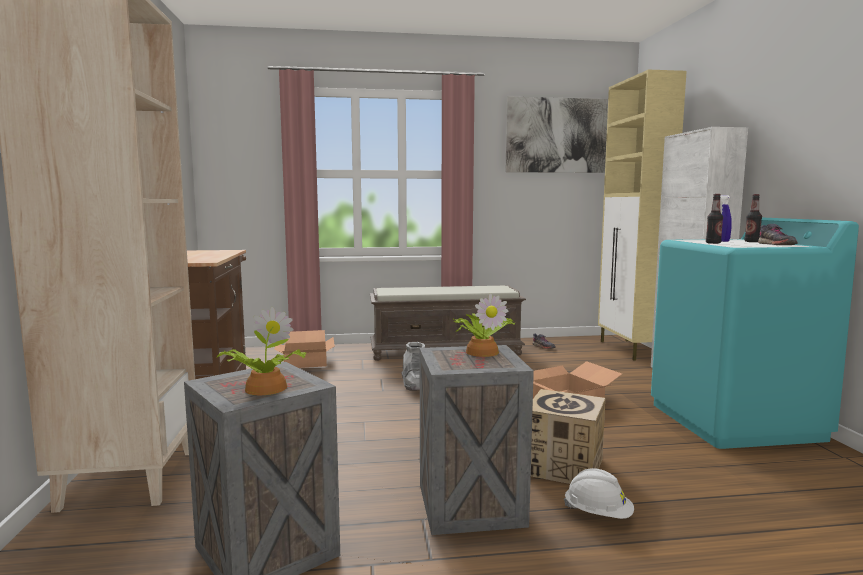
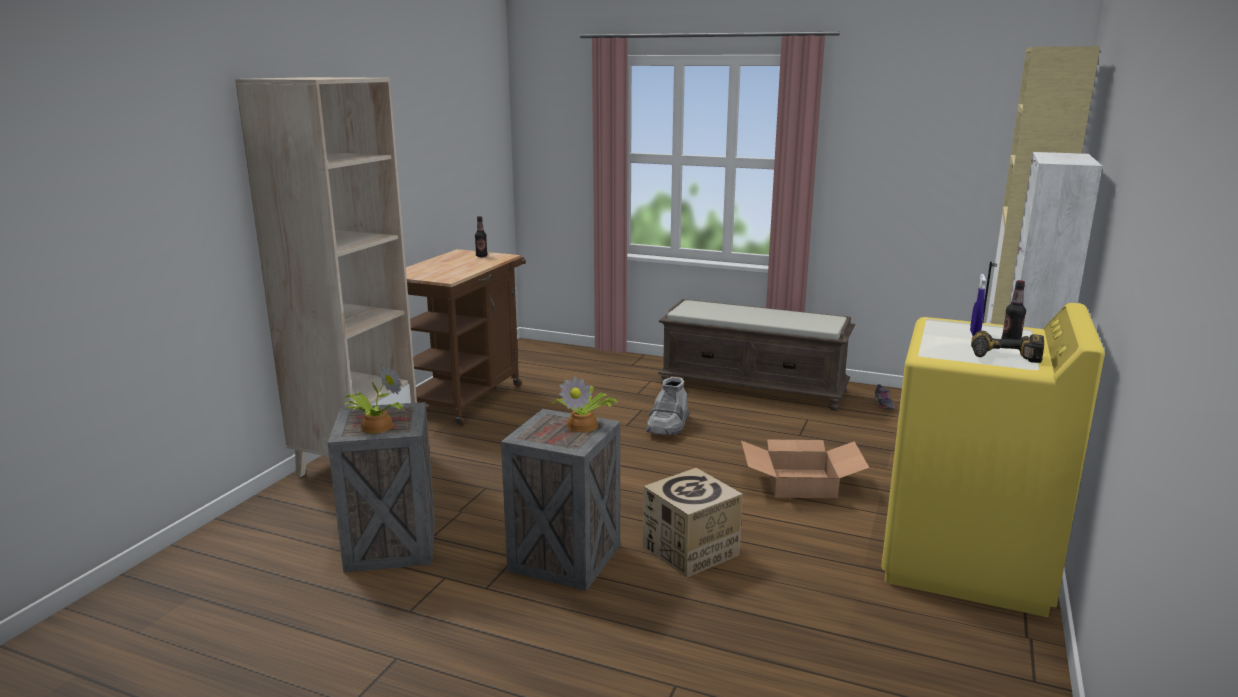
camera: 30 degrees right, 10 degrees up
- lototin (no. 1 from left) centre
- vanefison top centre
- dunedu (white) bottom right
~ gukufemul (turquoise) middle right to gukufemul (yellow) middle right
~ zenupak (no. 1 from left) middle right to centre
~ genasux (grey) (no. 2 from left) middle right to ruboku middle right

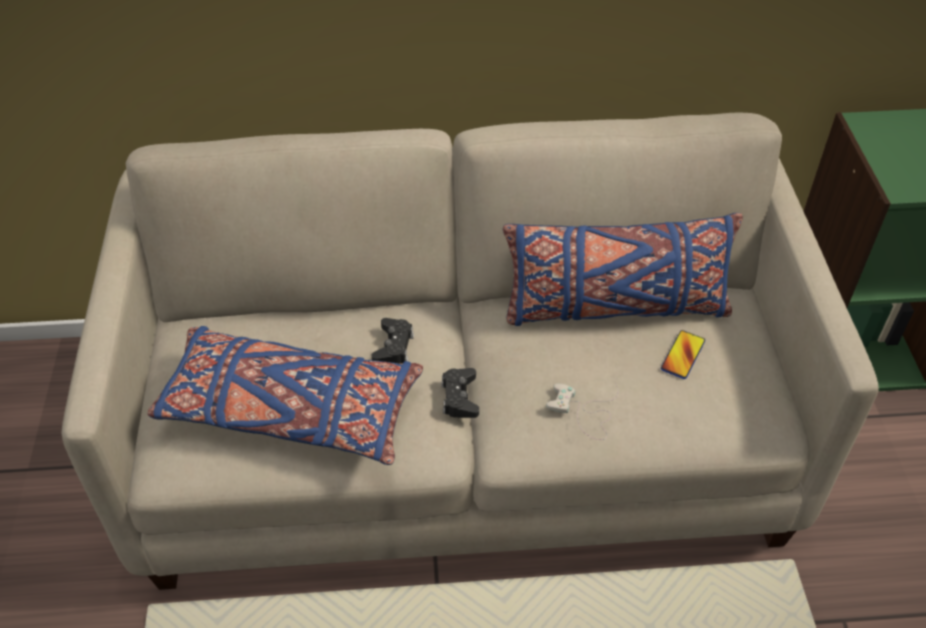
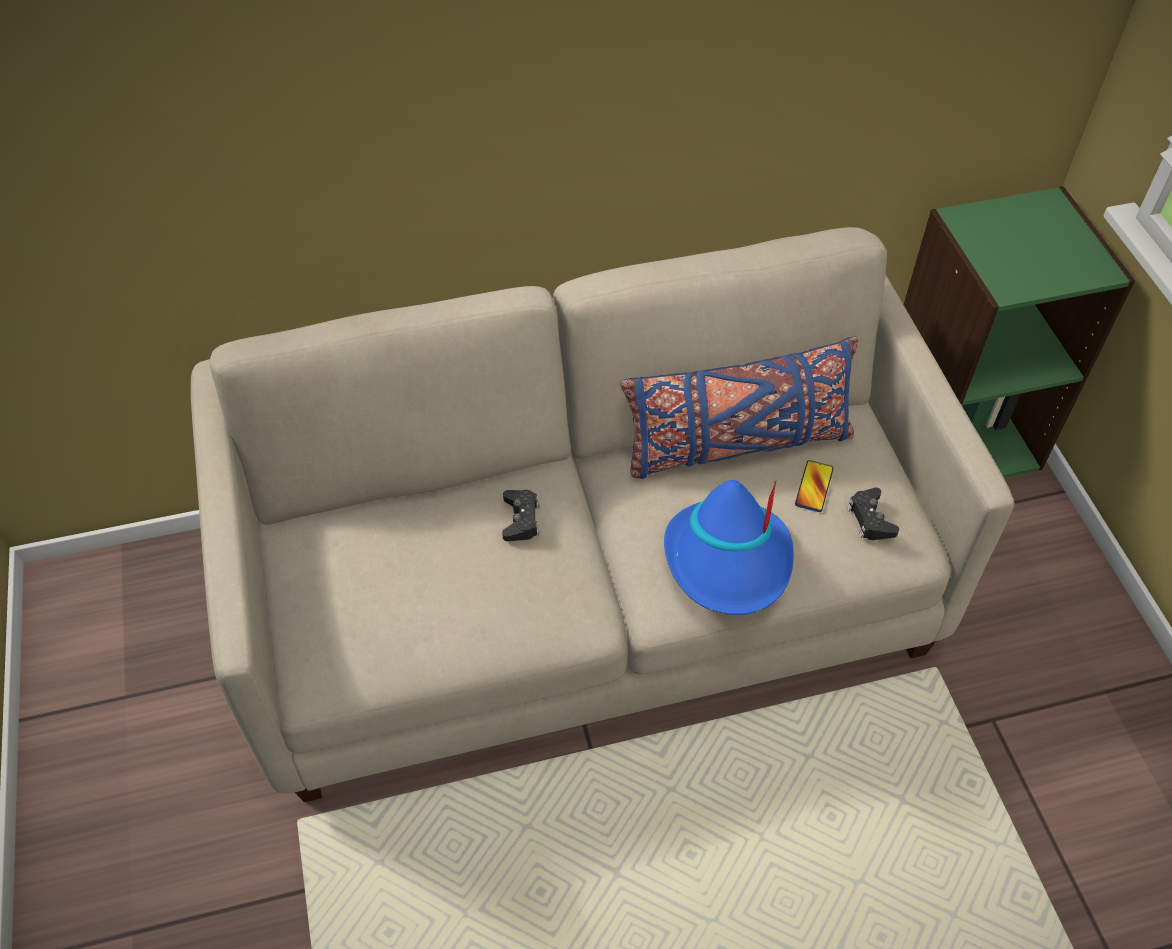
camera: 10 degrees left, 5 degrees up
- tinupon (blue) (no. 1 from left) middle left
~ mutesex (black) (no. 2 from left) centre to middle right
~ mutesex (white) centre to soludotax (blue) centre

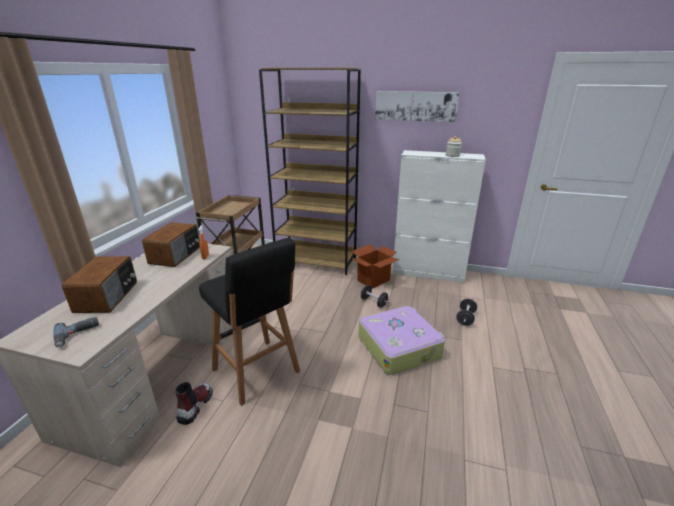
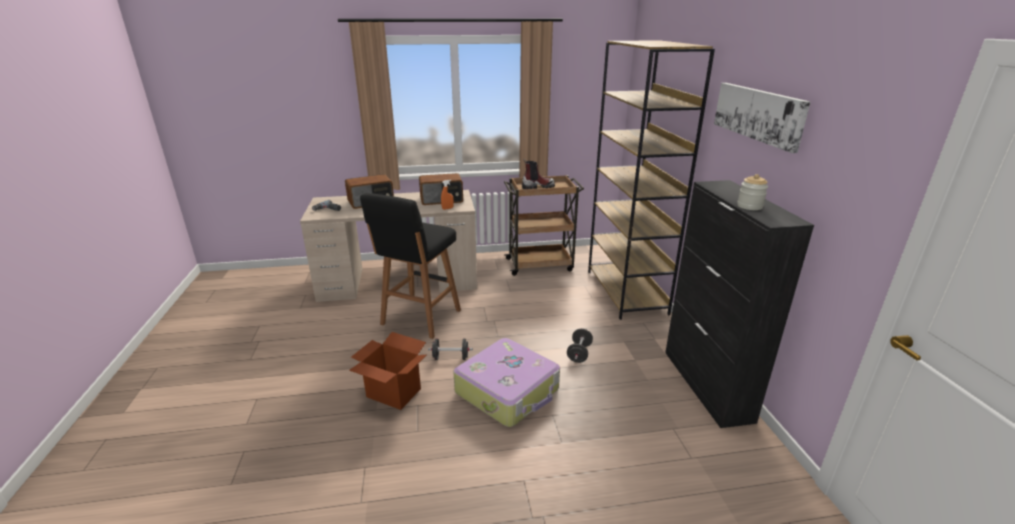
camera: 65 degrees right, 0 degrees up
~ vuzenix bottom left to top centre
~ lototin centre to bottom centre
~ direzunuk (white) centre to direzunuk (black) middle right
~ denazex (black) (no. 2 from left in the first image) middle right to denazex (black) (no. 1 from left) centre

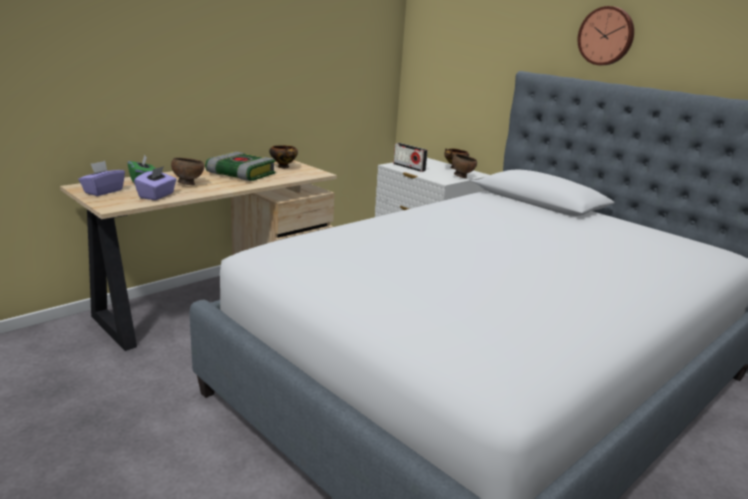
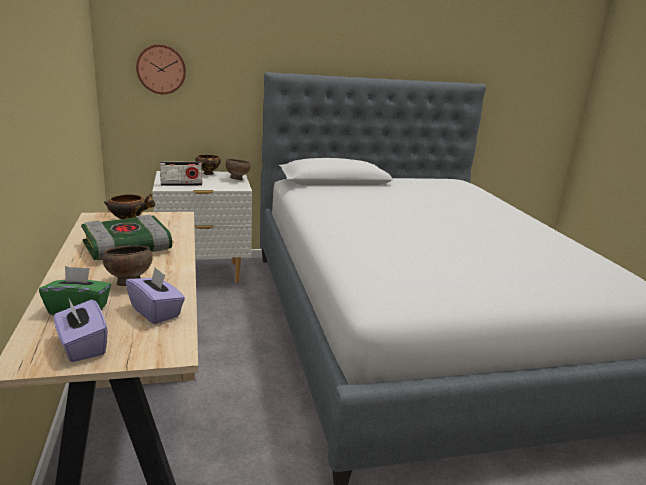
camera: 60 degrees left, 0 degrees up
~ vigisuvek top right to top left

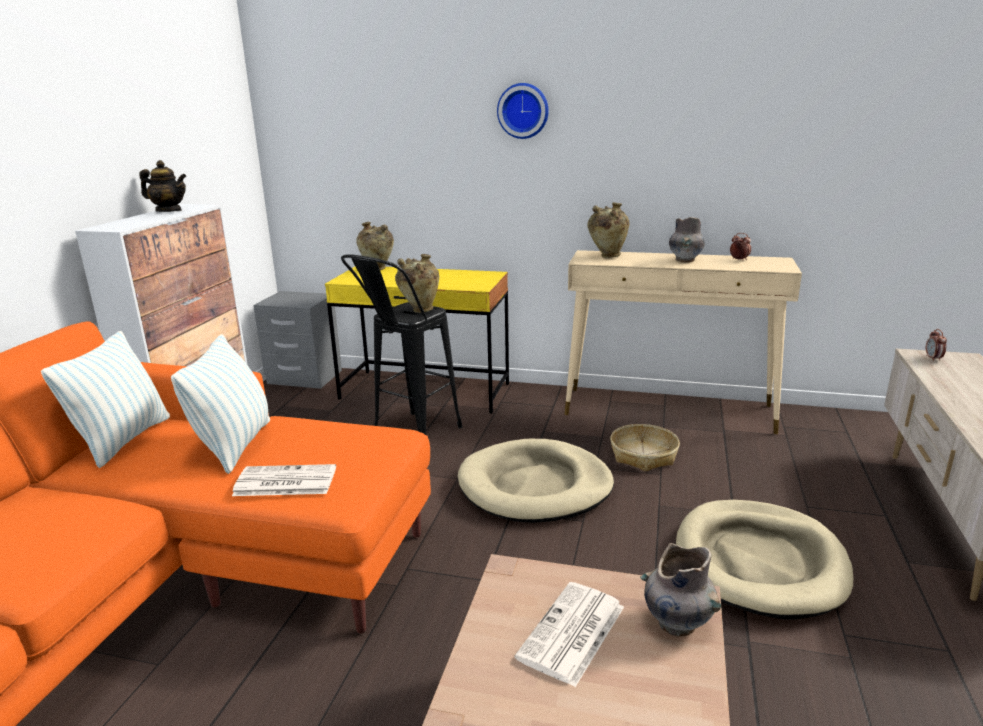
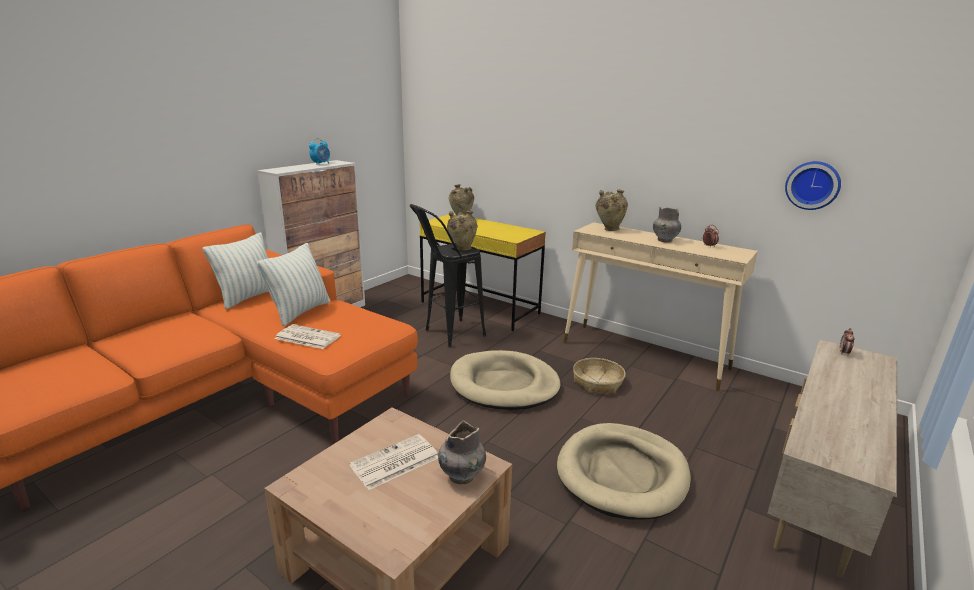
camera: 20 degrees right, 0 degrees up
~ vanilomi top left to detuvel (no. 1 from left) top left
- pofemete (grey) middle left
~ vigisuvek top centre to top right

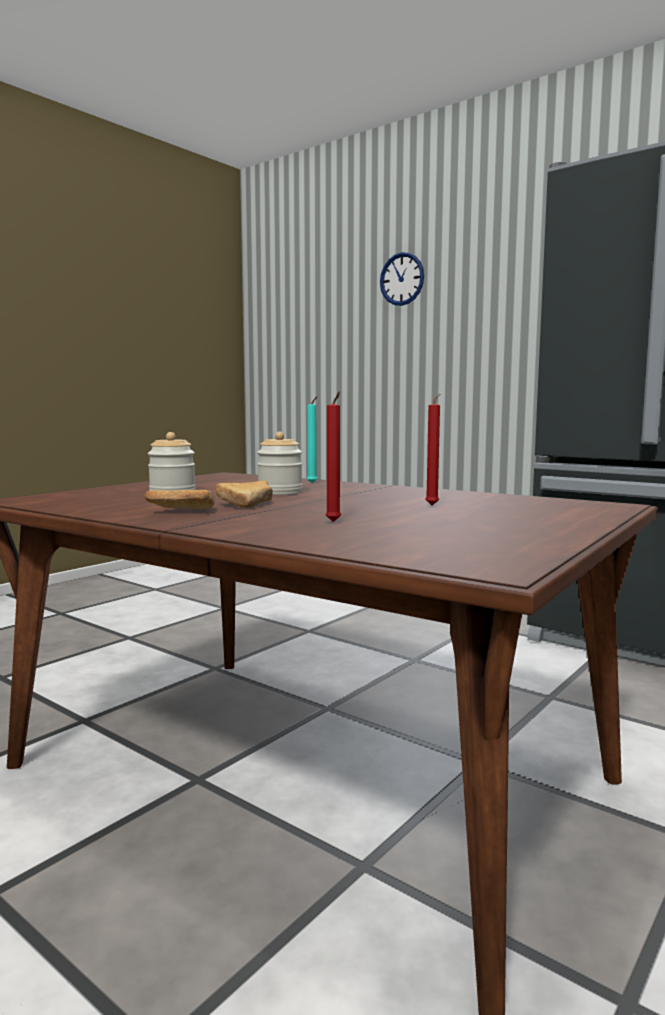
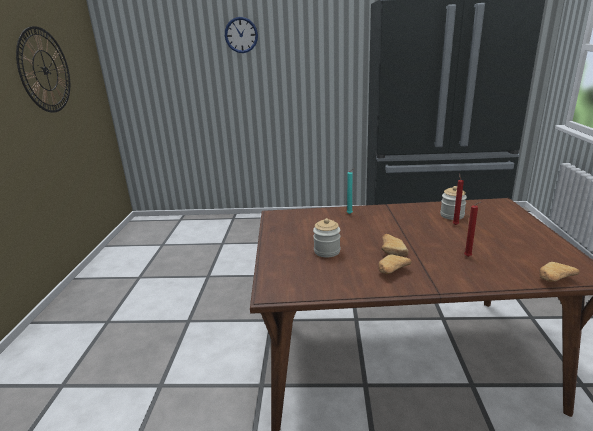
camera: 35 degrees left, 15 degrees up
~ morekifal (no. 2 from left) centre to middle right
+ vigisuvek (no. 1 from left) top left
+ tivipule (no. 3 from left) middle right

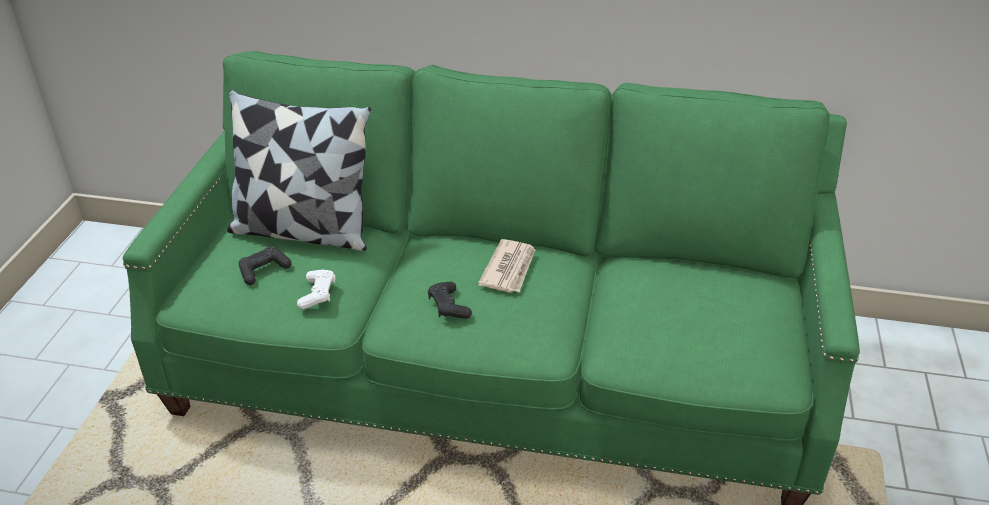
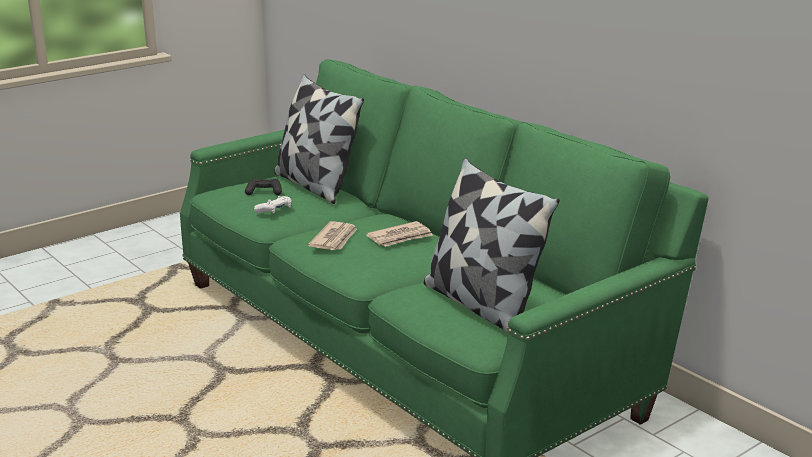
camera: 40 degrees right, 15 degrees down
~ mutesex (black) (no. 2 from left) centre to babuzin (no. 1 from left) centre
+ tinupon (no. 2 from left) centre

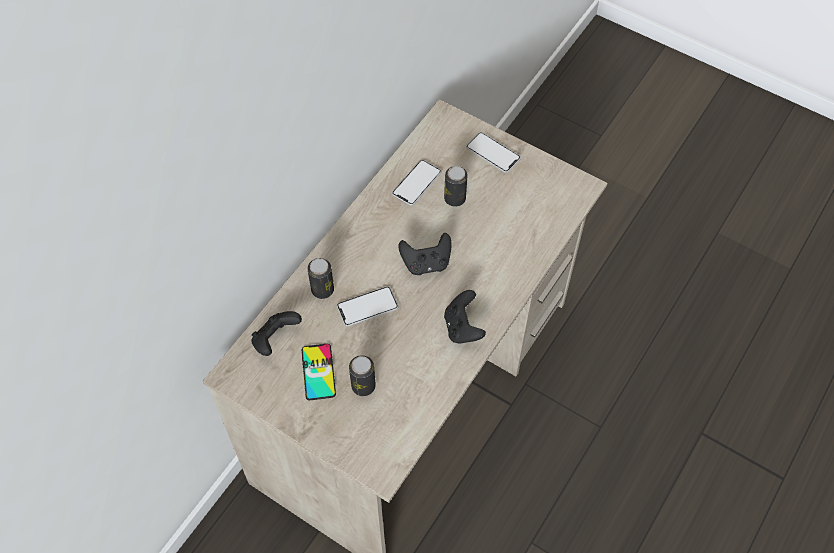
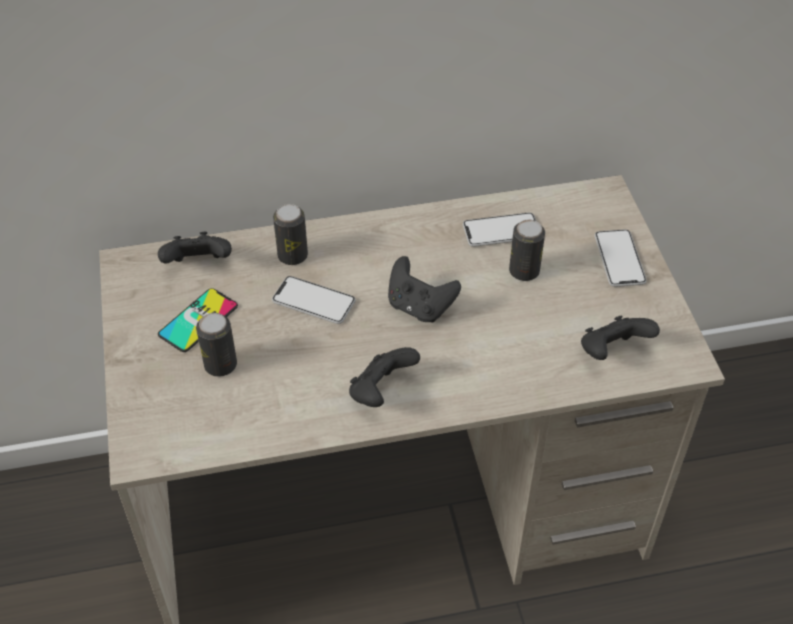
camera: 45 degrees right, 10 degrees down
+ mutesex (black) (no. 4 from left) middle right

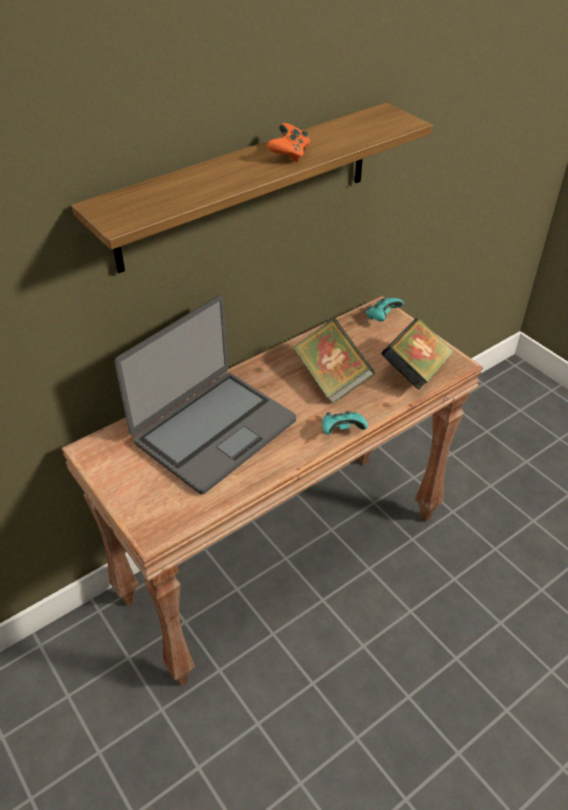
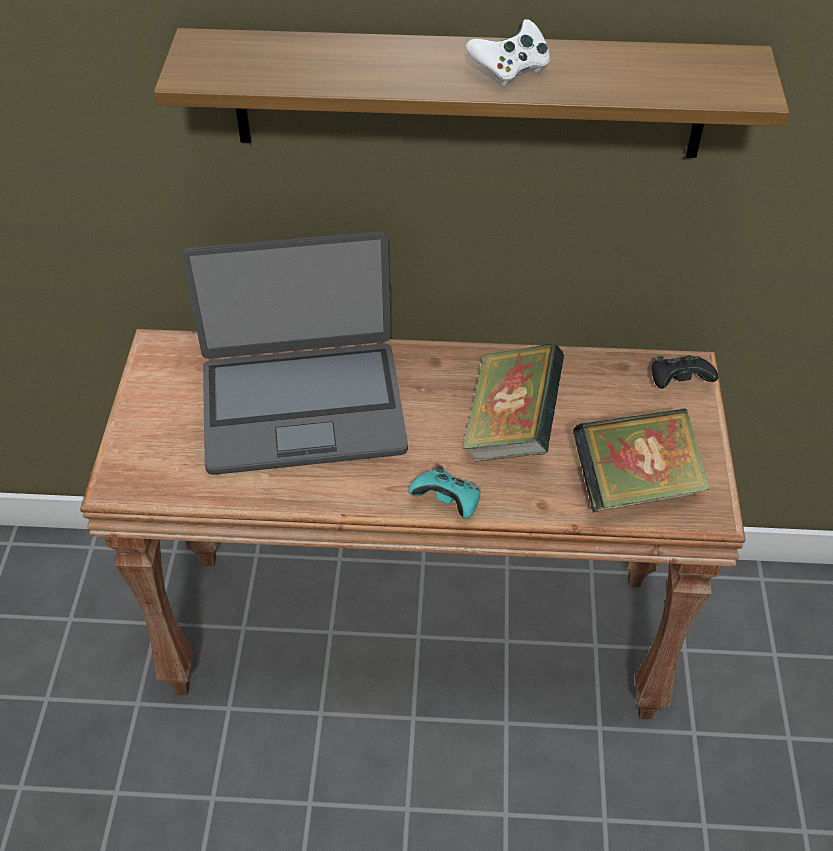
camera: 40 degrees right, 5 degrees up
~ mutesex (orange) top centre to mutesex (white) top centre
~ mutesex (turquoise) (no. 2 from left) middle right to mutesex (black) middle right

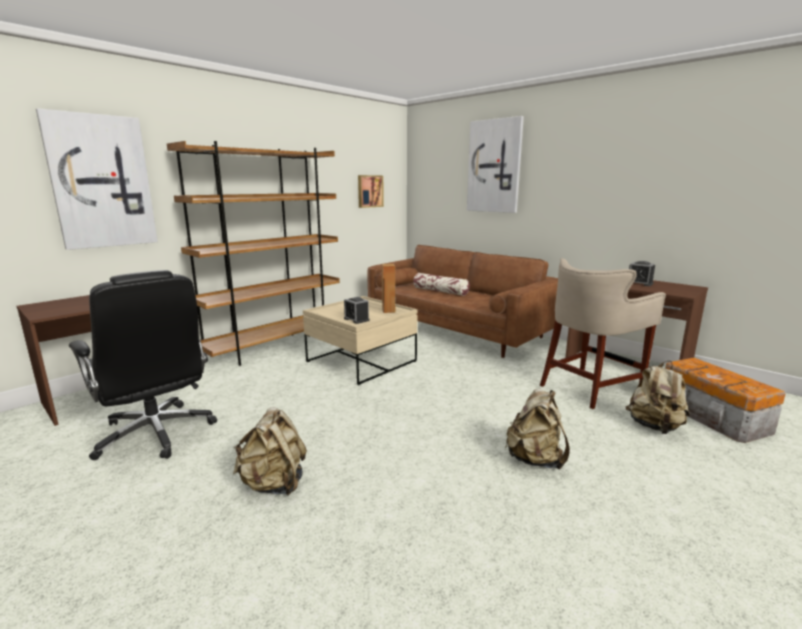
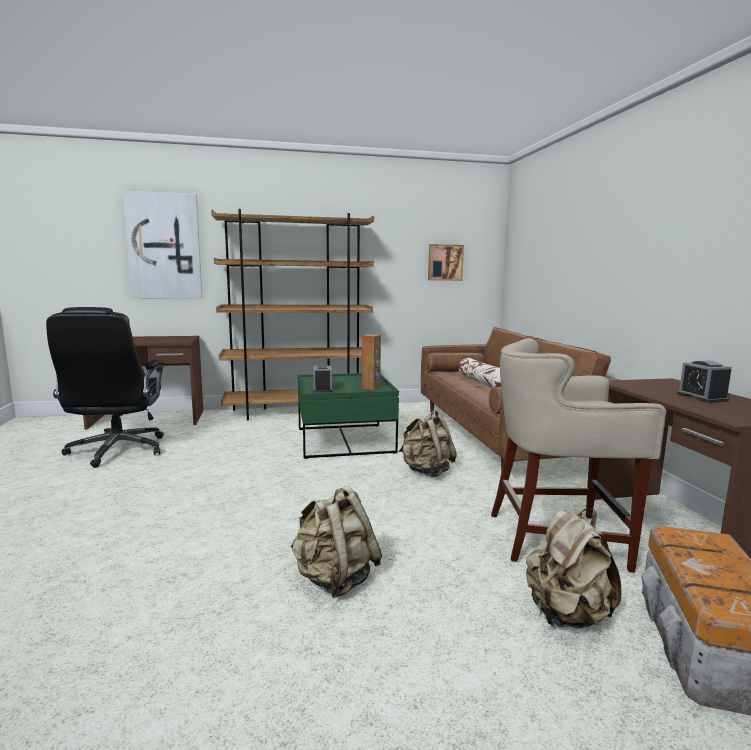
camera: 35 degrees right, 5 degrees down
~ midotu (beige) (no. 1 from left in the first image) bottom centre to midotu (beige) (no. 2 from left) centre
~ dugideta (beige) centre to dugideta (green) centre
- vanefison (no. 3 from left) top centre

